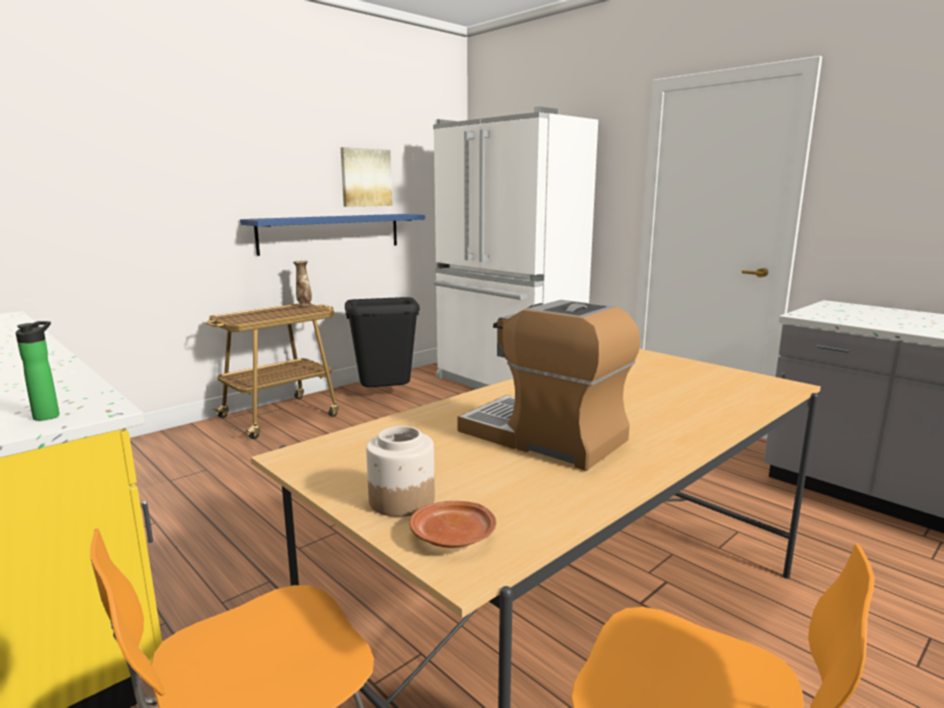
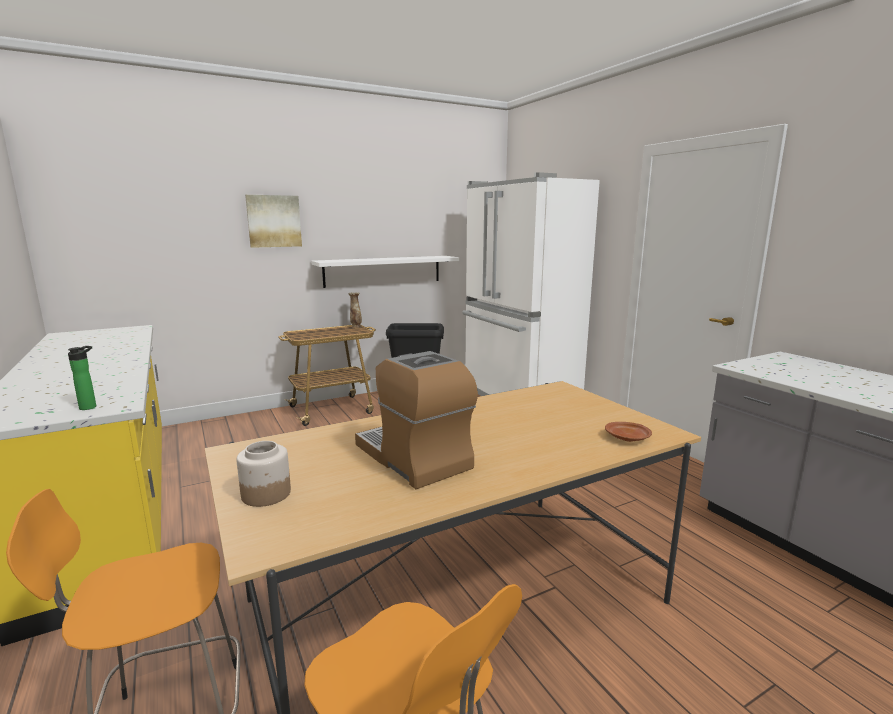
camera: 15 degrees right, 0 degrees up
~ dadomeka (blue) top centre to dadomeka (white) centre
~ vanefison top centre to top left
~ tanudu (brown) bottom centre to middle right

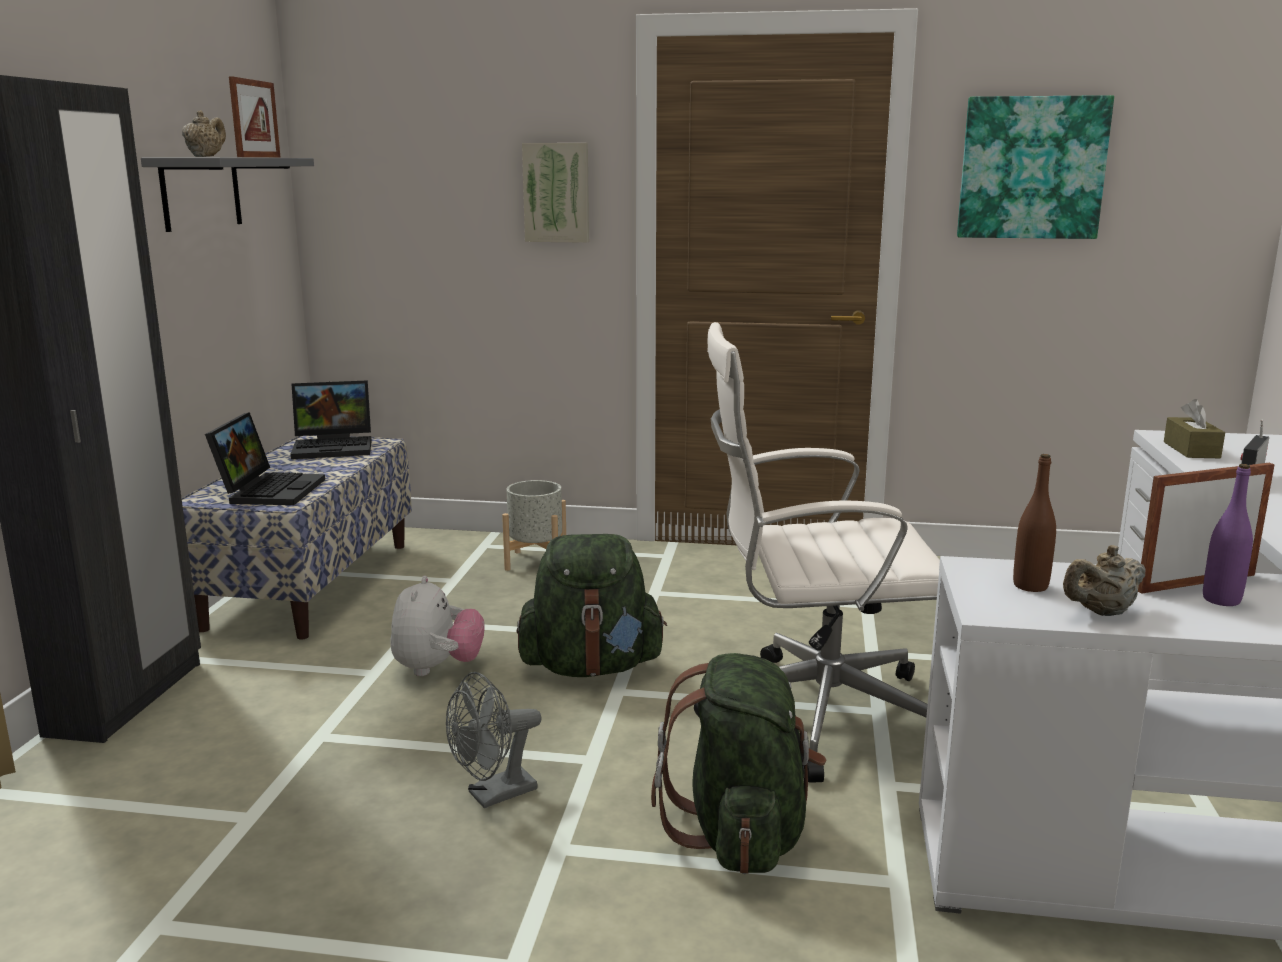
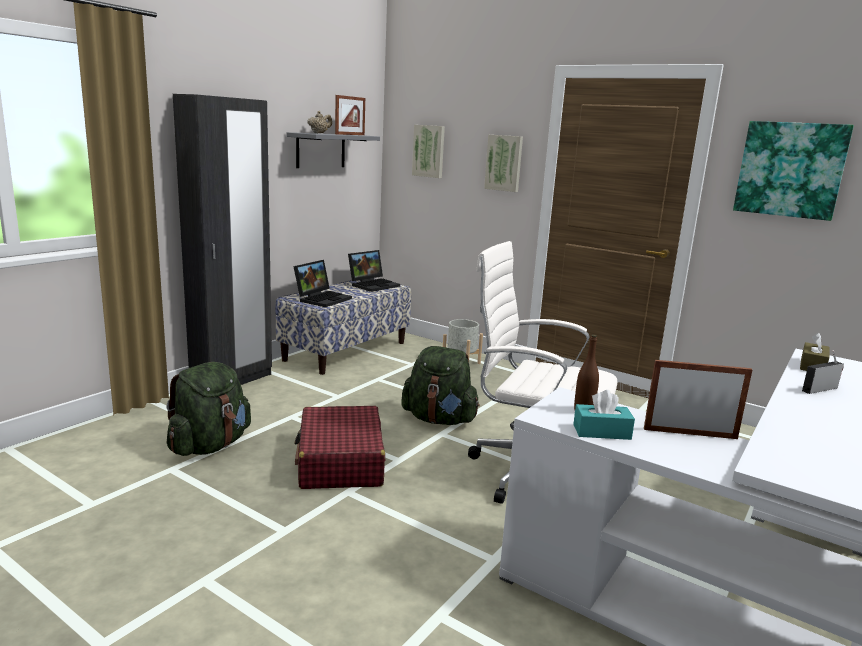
camera: 25 degrees right, 0 degrees up
~ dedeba (no. 2 from left) middle left = centre 60 degrees counterclockwise
- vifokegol centre
~ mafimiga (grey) bottom centre to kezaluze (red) bottom centre
~ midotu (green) (no. 2 from left in the first image) bottom centre to midotu (green) (no. 1 from left) middle left
~ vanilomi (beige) (no. 2 from left) middle right to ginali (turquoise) middle right
- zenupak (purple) middle right
+ vanefison (no. 1 from left) top centre

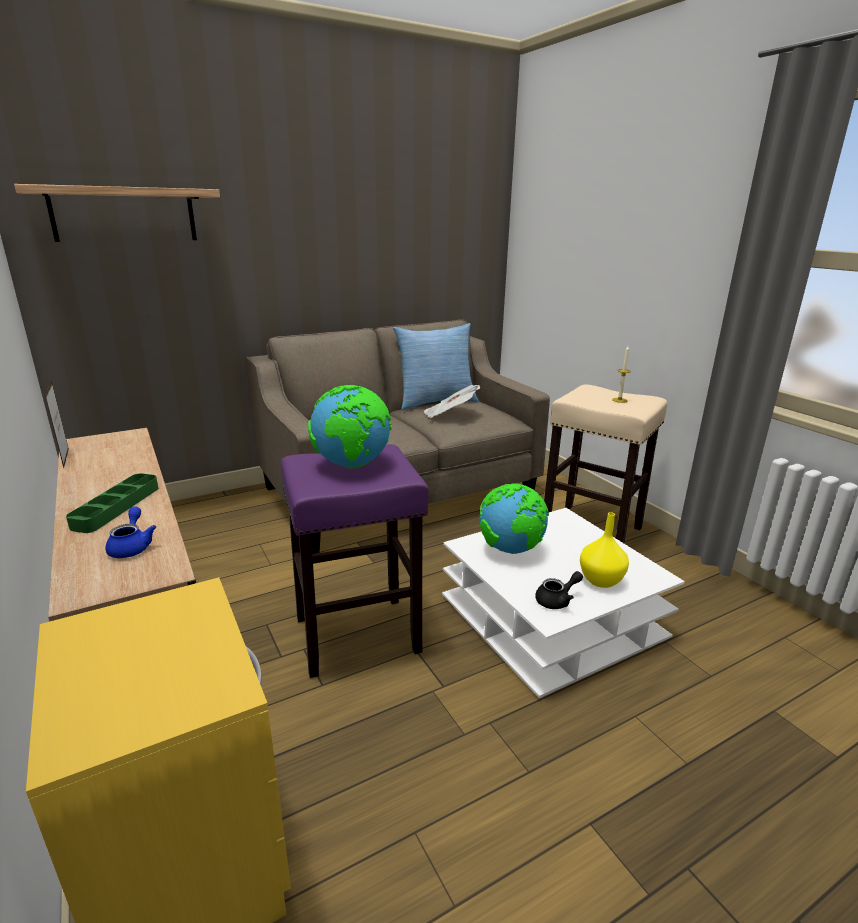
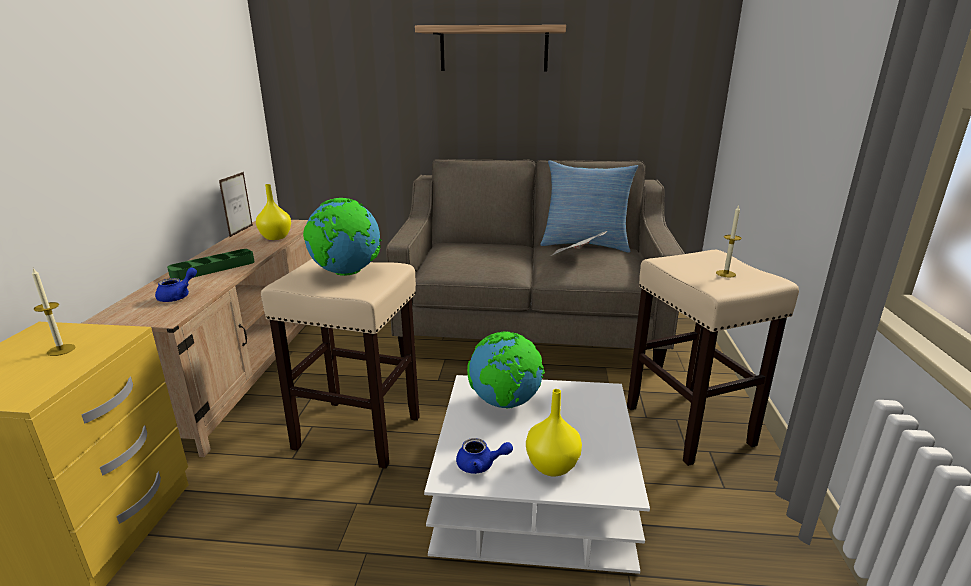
camera: 35 degrees right, 0 degrees up
~ dadomeka top left to top centre
~ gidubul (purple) centre to gidubul (beige) (no. 1 from left) centre
~ vanilomi (black) centre to vanilomi (blue) (no. 2 from left) bottom centre
+ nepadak (no. 1 from left) middle left
+ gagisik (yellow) (no. 1 from left) middle left

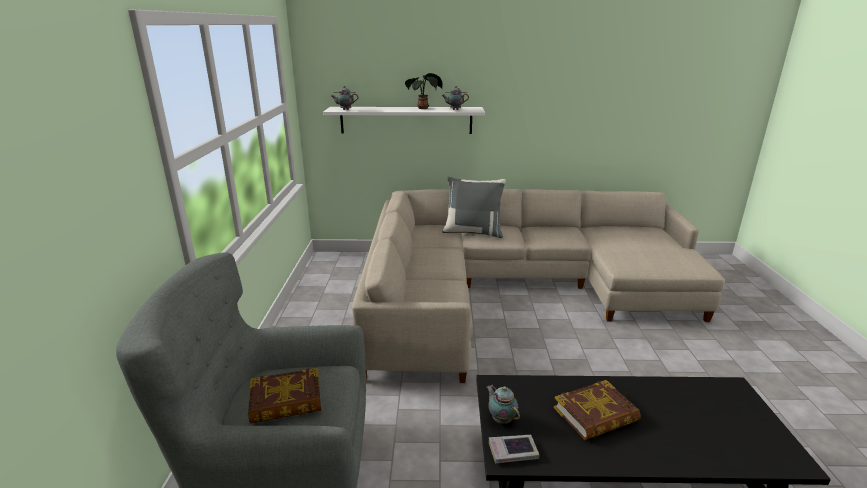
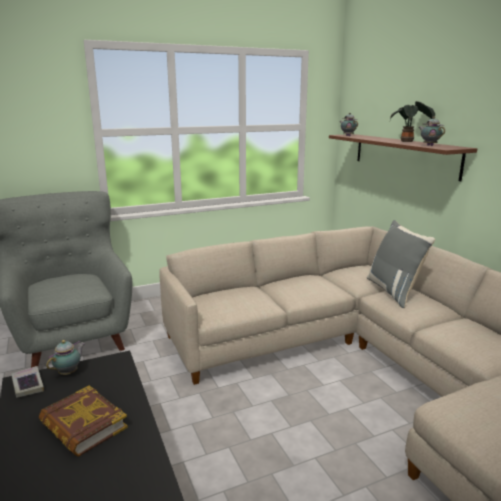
camera: 65 degrees right, 5 degrees down
- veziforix (no. 1 from left) bottom left
~ dadomeka (white) top centre to dadomeka (brown) top right

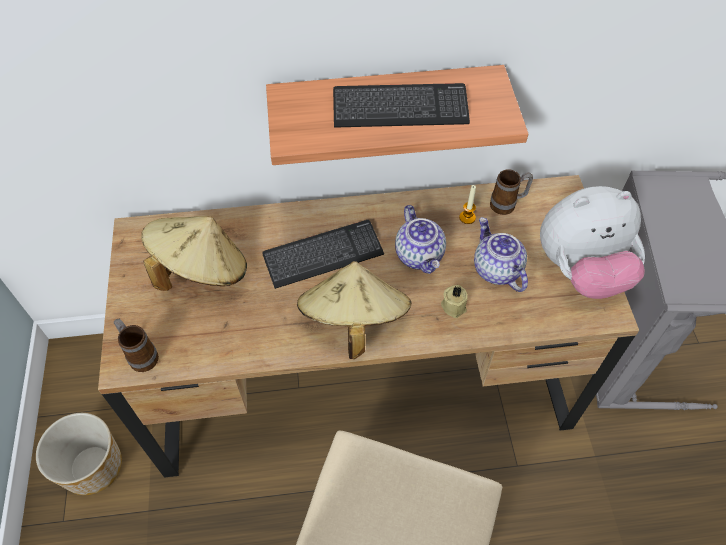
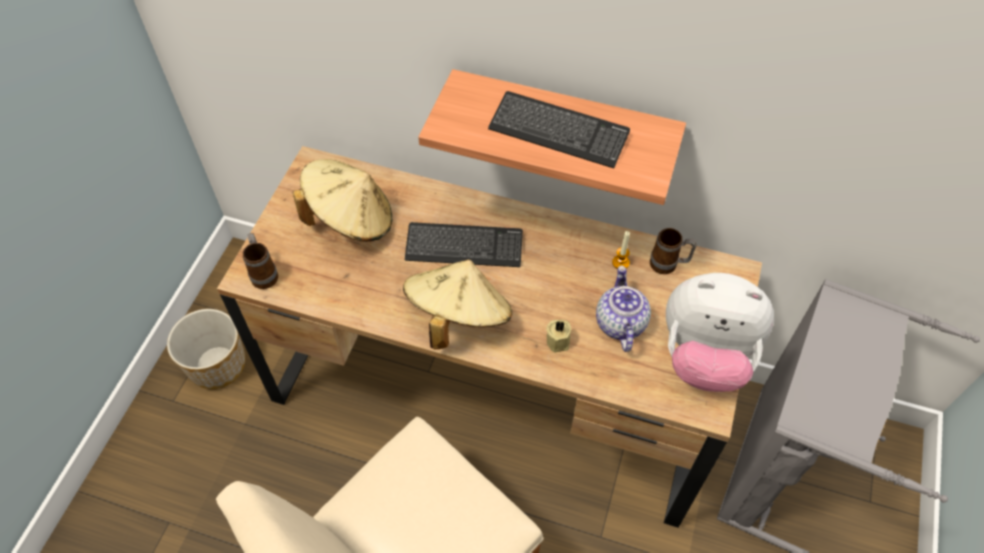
camera: 25 degrees right, 0 degrees up
- vanilomi (no. 1 from left) centre

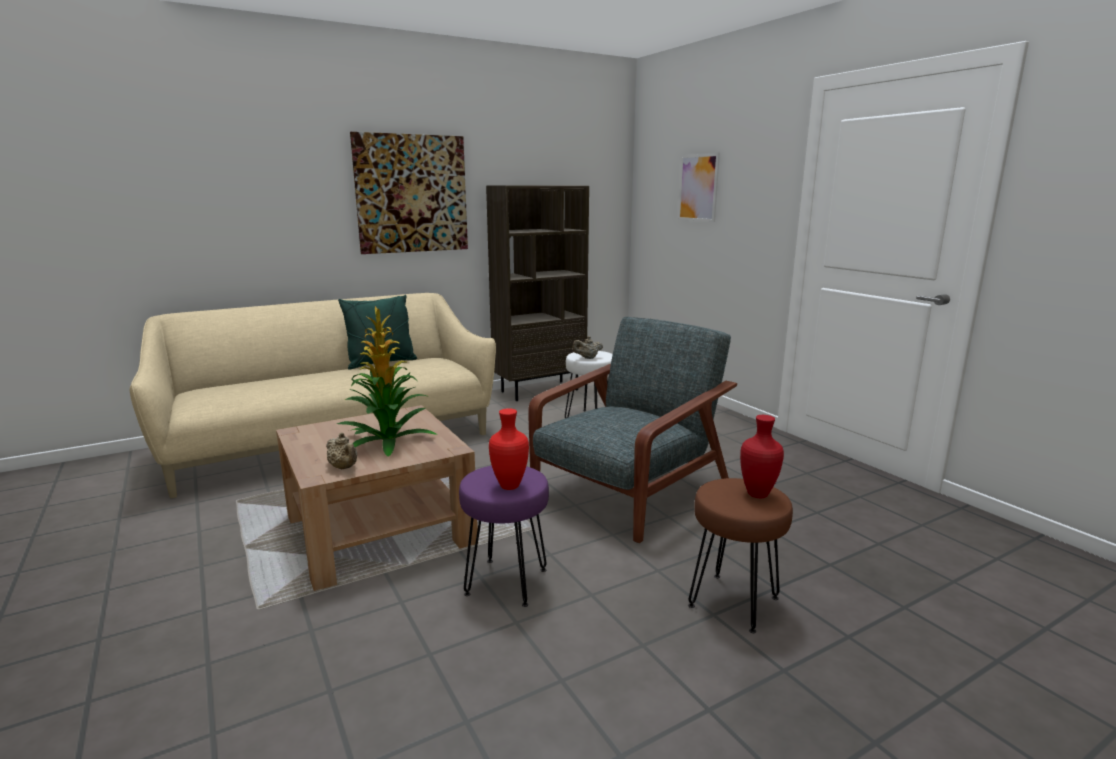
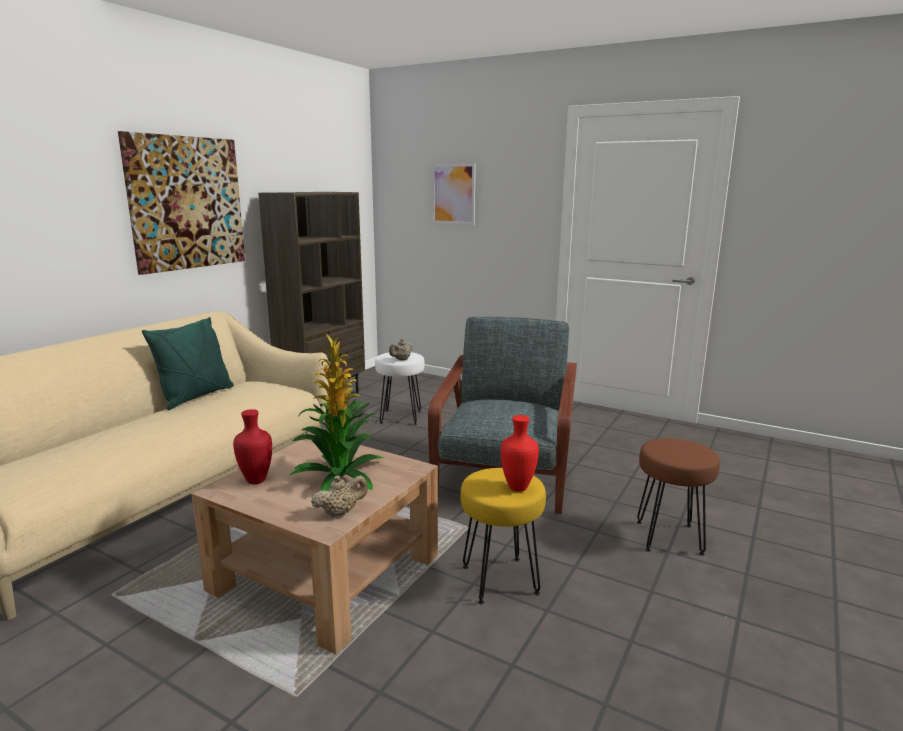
camera: 30 degrees left, 0 degrees up
~ vanilomi (beige) (no. 1 from left) middle left = bottom centre 45 degrees counterclockwise
~ gidubul (purple) bottom centre to gidubul (yellow) bottom centre
~ gagisik (red) (no. 2 from left in the first image) middle right to gagisik (red) (no. 1 from left) middle left

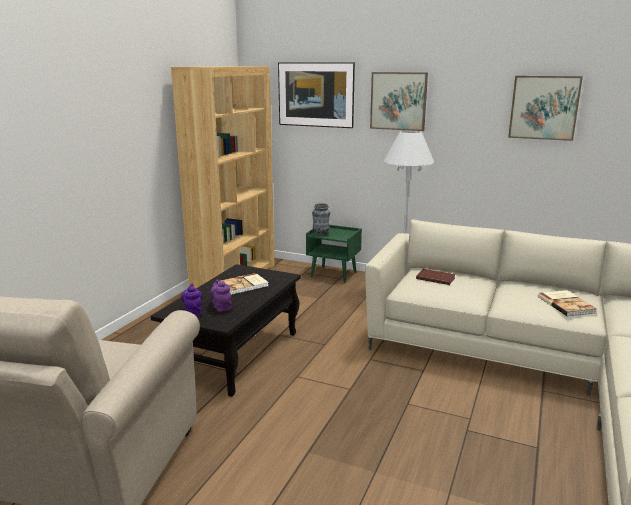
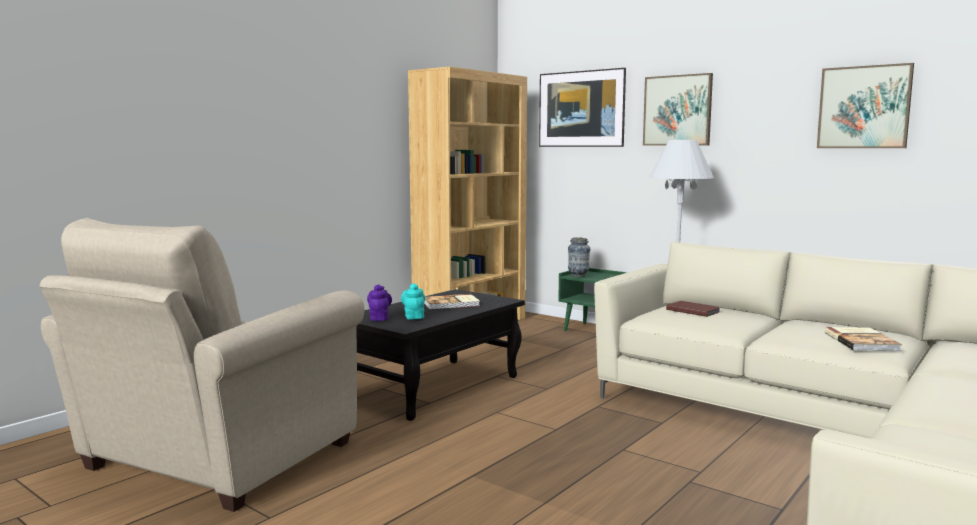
camera: 15 degrees right, 10 degrees down
~ vanilomi (purple) (no. 2 from left) centre to vanilomi (turquoise) centre

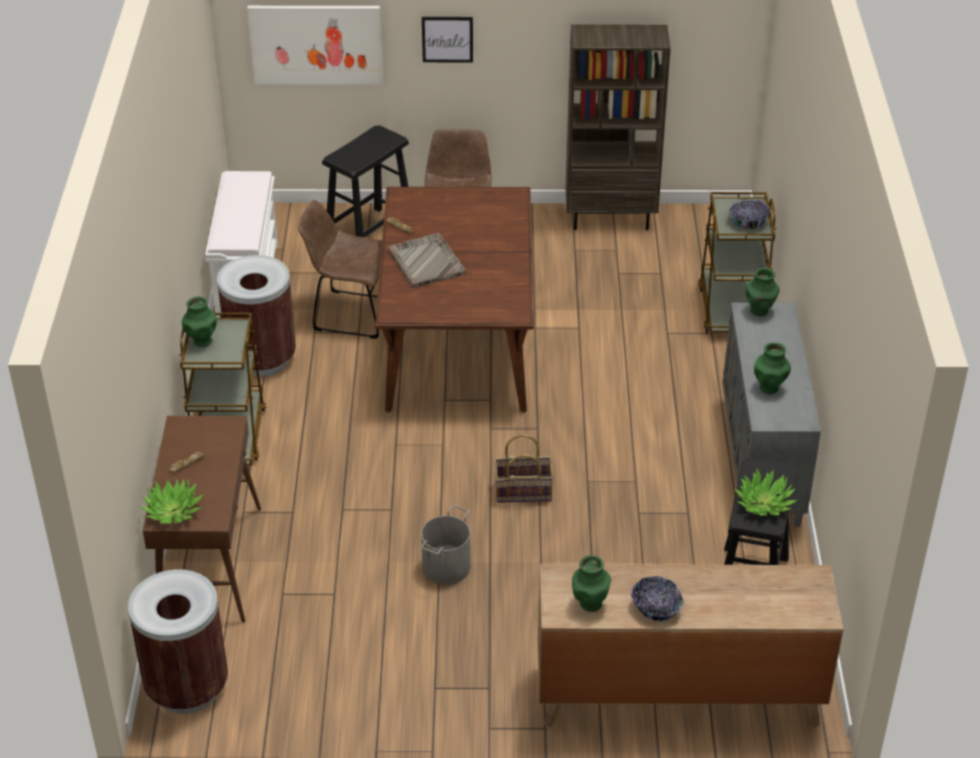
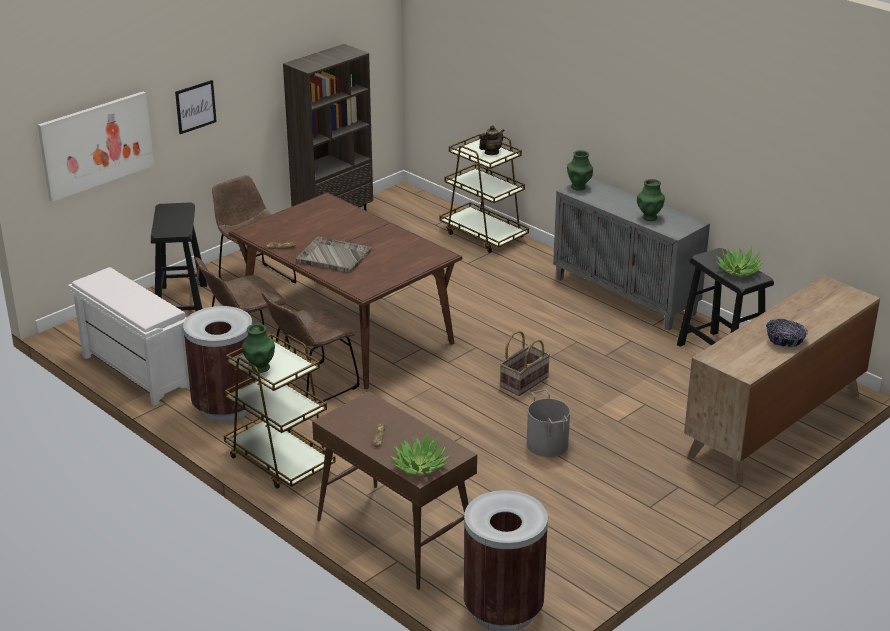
camera: 45 degrees left, 10 degrees down
- gagisik (green) (no. 2 from left) bottom centre
~ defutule (no. 2 from left) top right to vanilomi top centre
+ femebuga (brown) (no. 3 from left) centre

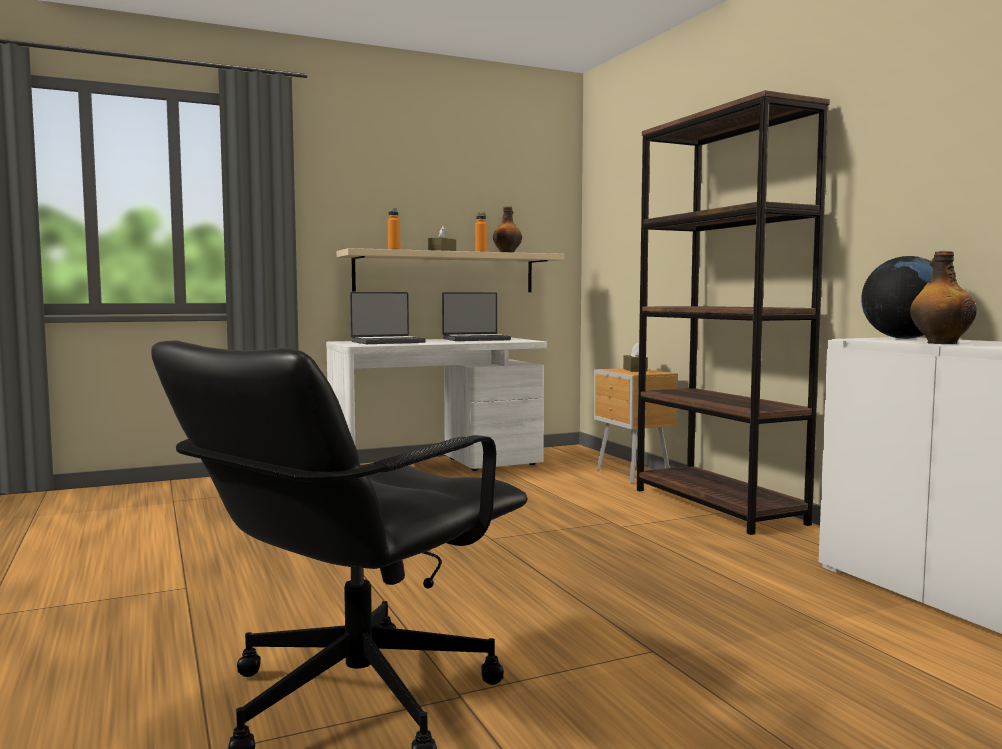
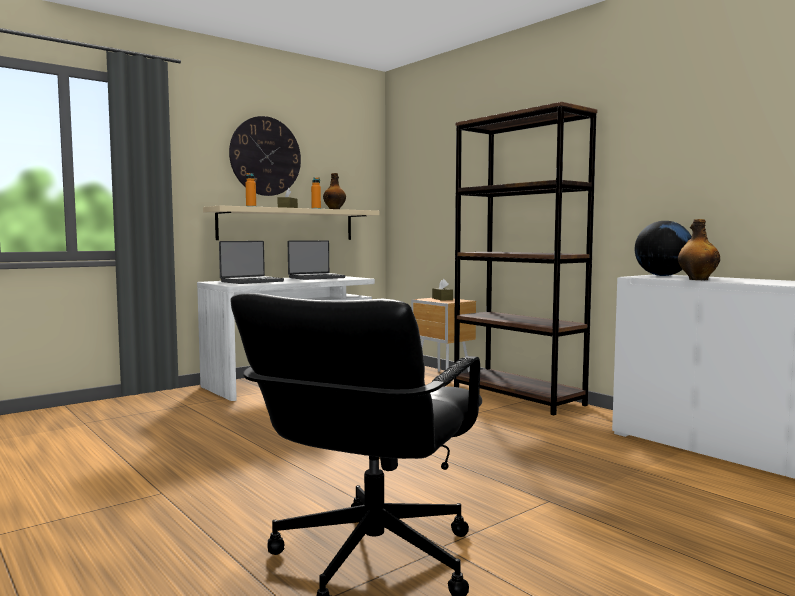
camera: 15 degrees left, 0 degrees up
+ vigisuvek top centre

